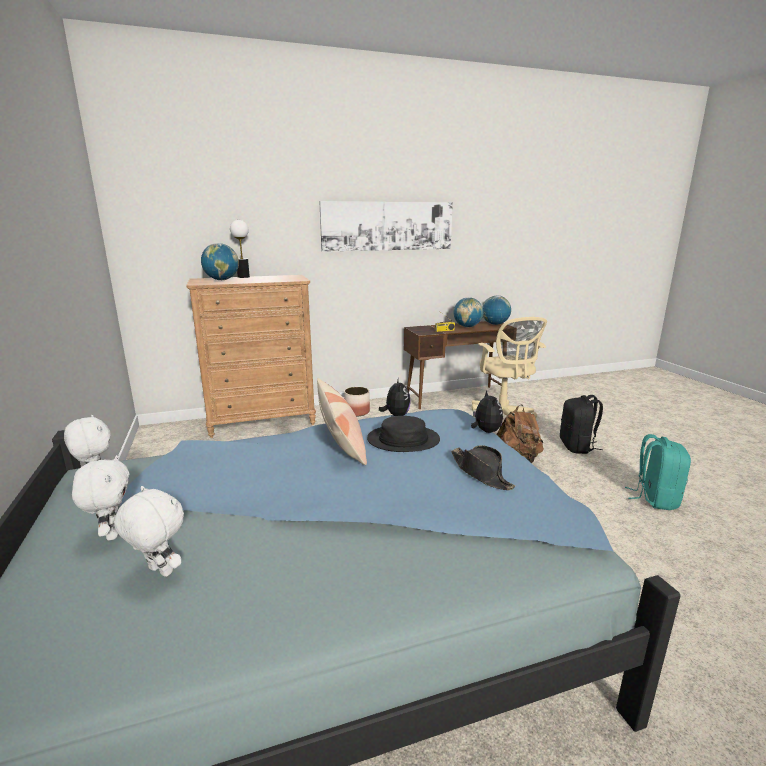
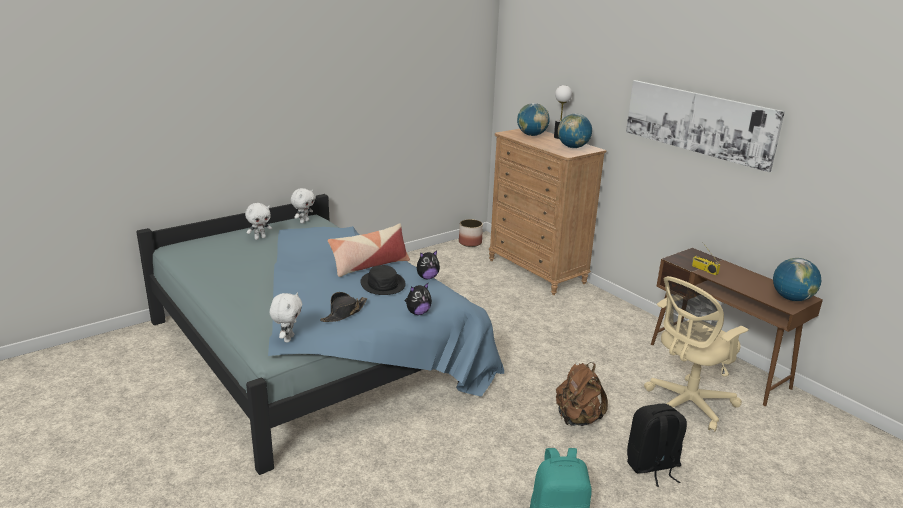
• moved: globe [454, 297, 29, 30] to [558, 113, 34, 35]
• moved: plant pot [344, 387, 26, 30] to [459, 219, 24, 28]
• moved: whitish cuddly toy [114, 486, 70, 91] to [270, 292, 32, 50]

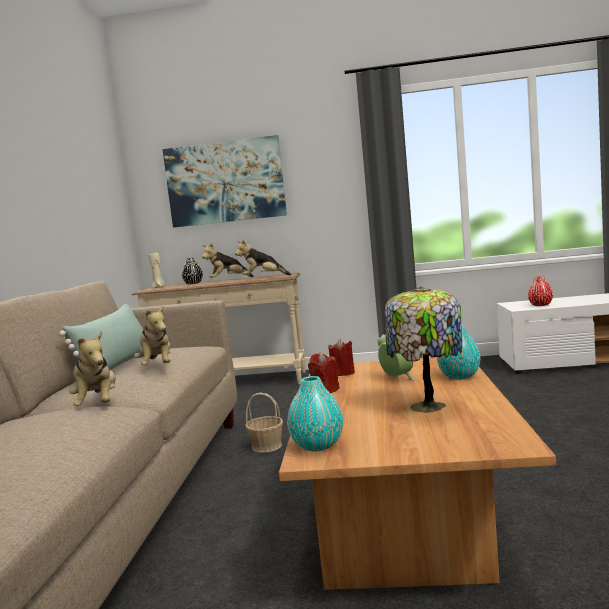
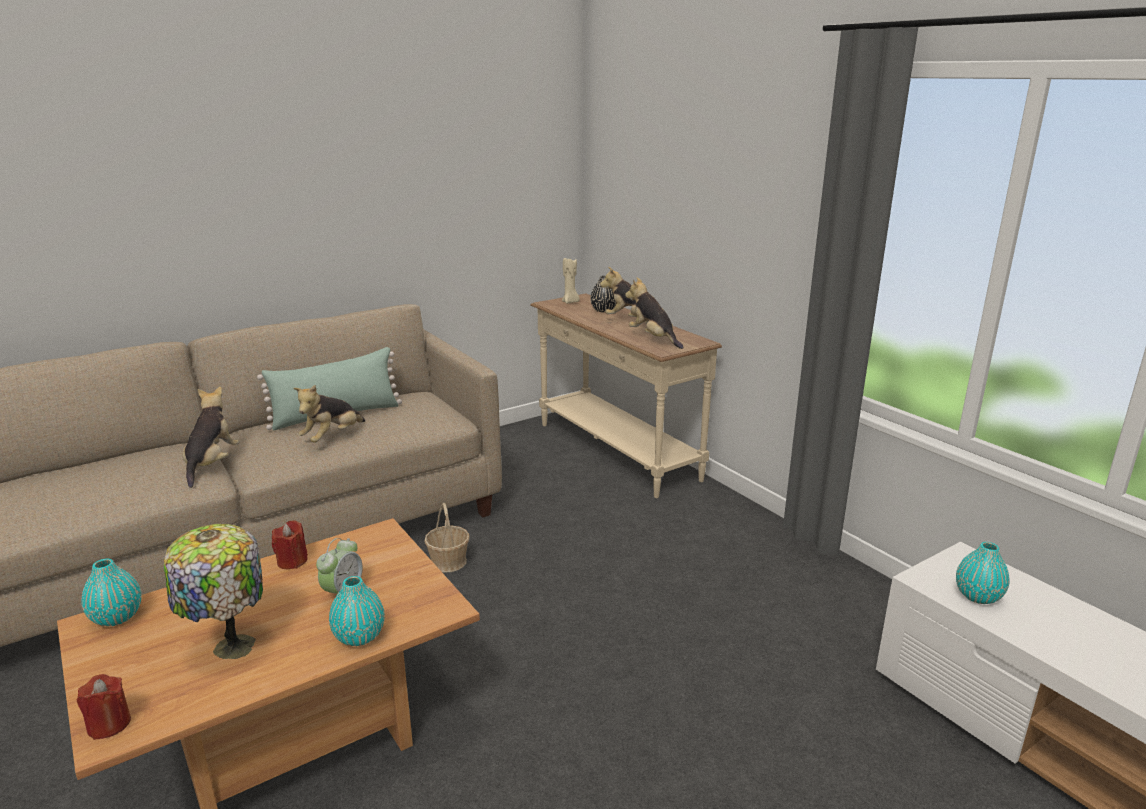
• removed: picture [162, 135, 125, 93]
• recoloured: red flower vase [528, 276, 25, 30] to turquoise flower vase [956, 542, 54, 62]
• turned: cuddly toy [69, 330, 47, 76] = [183, 387, 56, 101] 150 degrees clockwise
• moved: red candle [328, 339, 27, 37] to [77, 674, 54, 66]

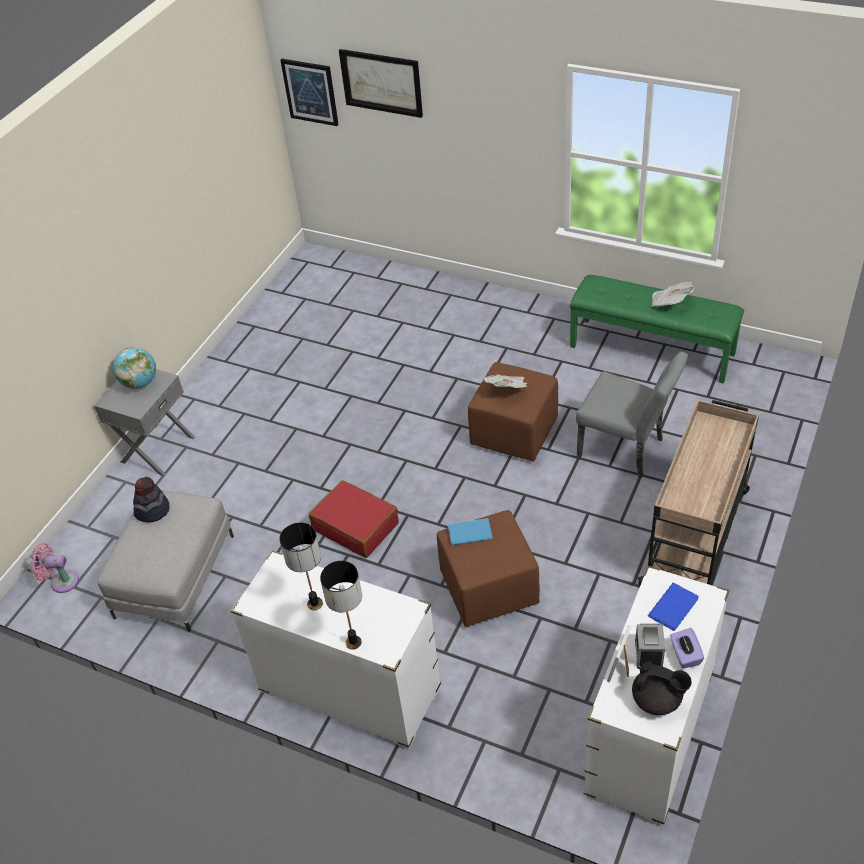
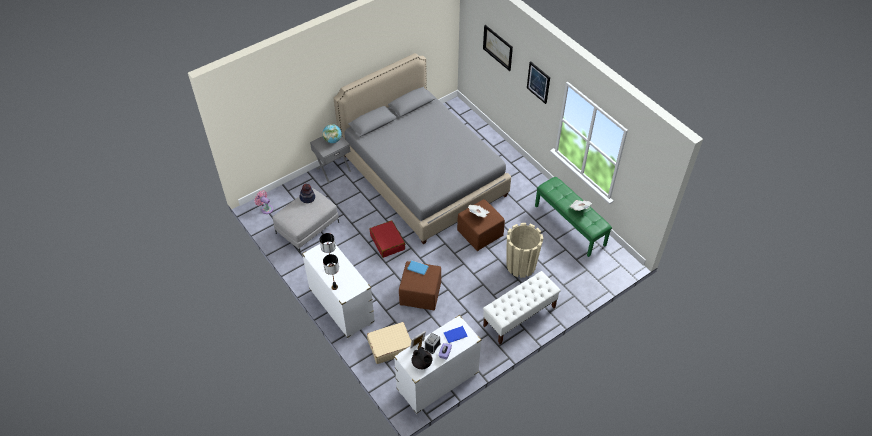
• moved: picture [280, 59, 59, 67] to [527, 62, 23, 42]
• replaced: greyish chair [576, 351, 112, 127] to beige plant pot [507, 223, 36, 55]
• replaced: beige trolley [637, 400, 122, 185] to whitish long seat [483, 271, 78, 73]
• added: greyish sleeping bed [333, 53, 178, 191]
• added: beige piece of luggage [367, 322, 44, 42]

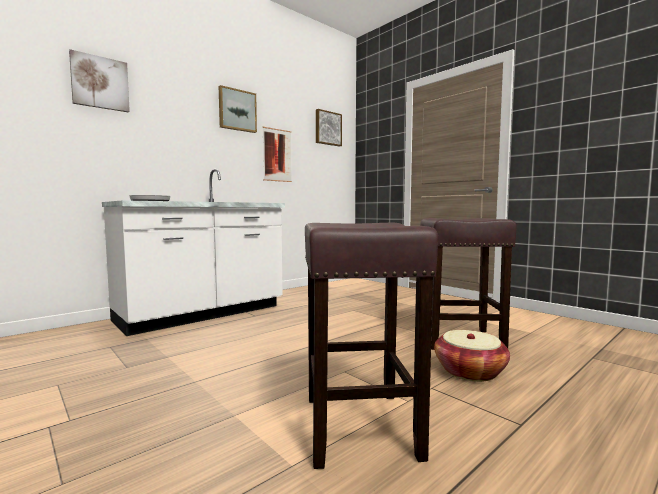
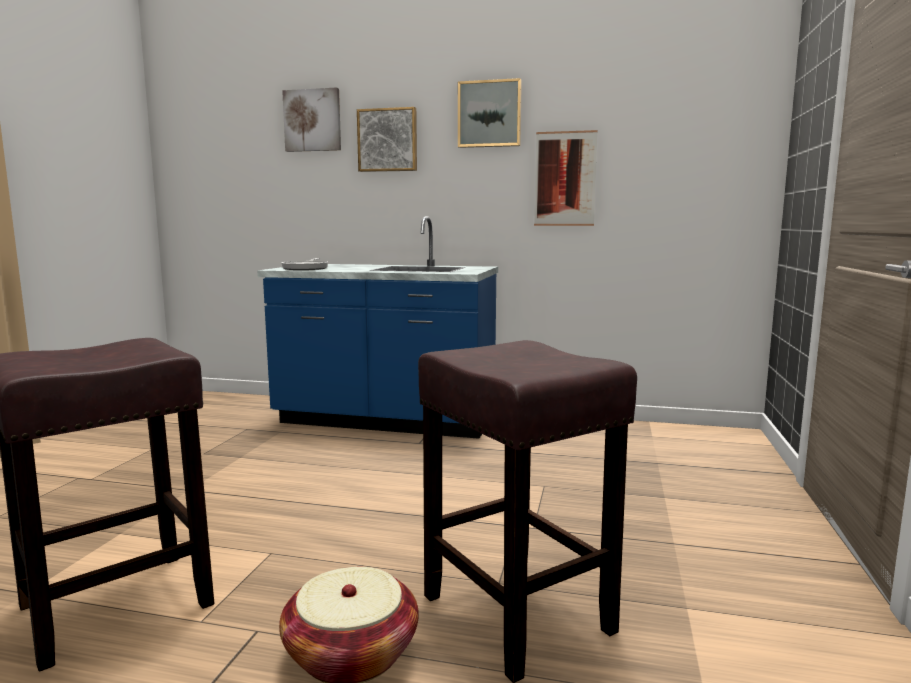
• moved: picture [316, 109, 26, 38] to [357, 107, 60, 65]
• recoloured: whitish counter [102, 169, 183, 167] to bluish counter [257, 216, 241, 223]

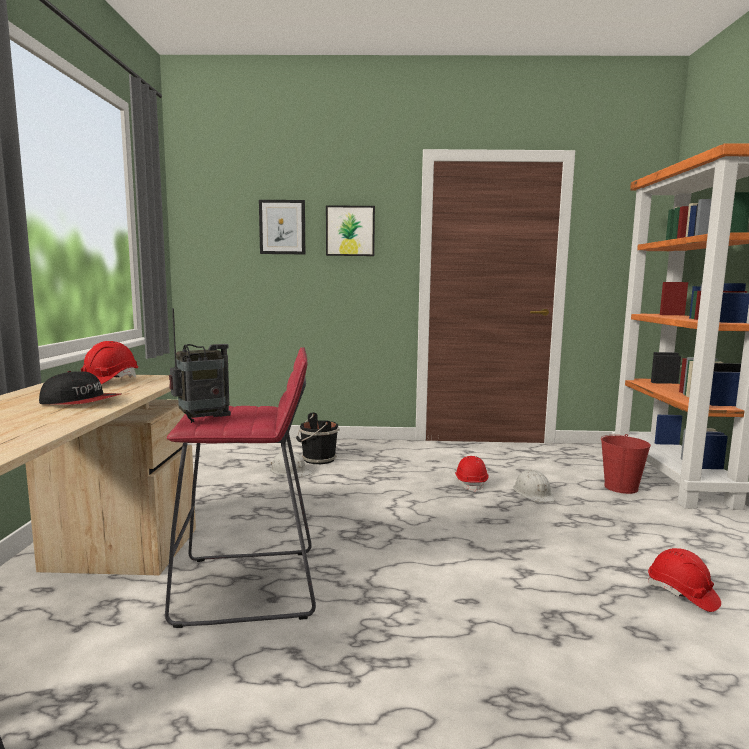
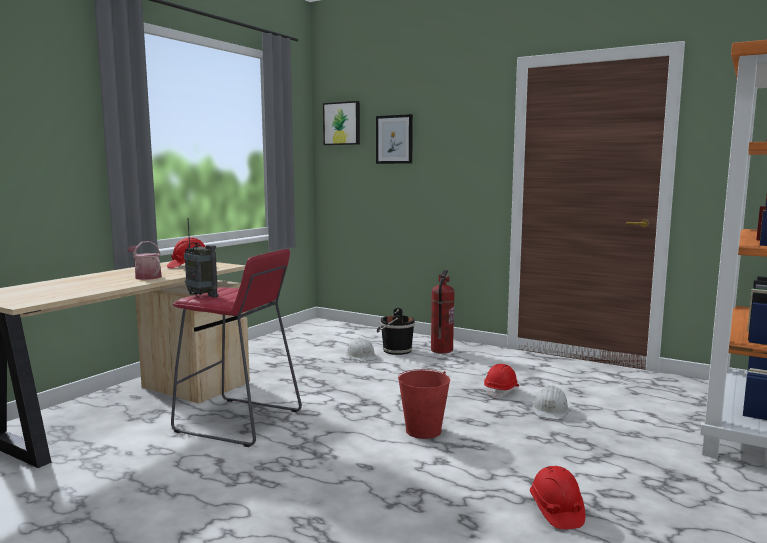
• moved: picture [326, 205, 49, 51] to [323, 101, 37, 44]
• turned: radio [169, 308, 62, 115] = [184, 218, 35, 79] 45 degrees clockwise
• replaced: cap [39, 371, 82, 34] to watering can [127, 241, 35, 39]
• moved: red pail [601, 434, 50, 60] to [398, 369, 52, 70]
• added: fire-fighting cylinder [431, 270, 23, 84]

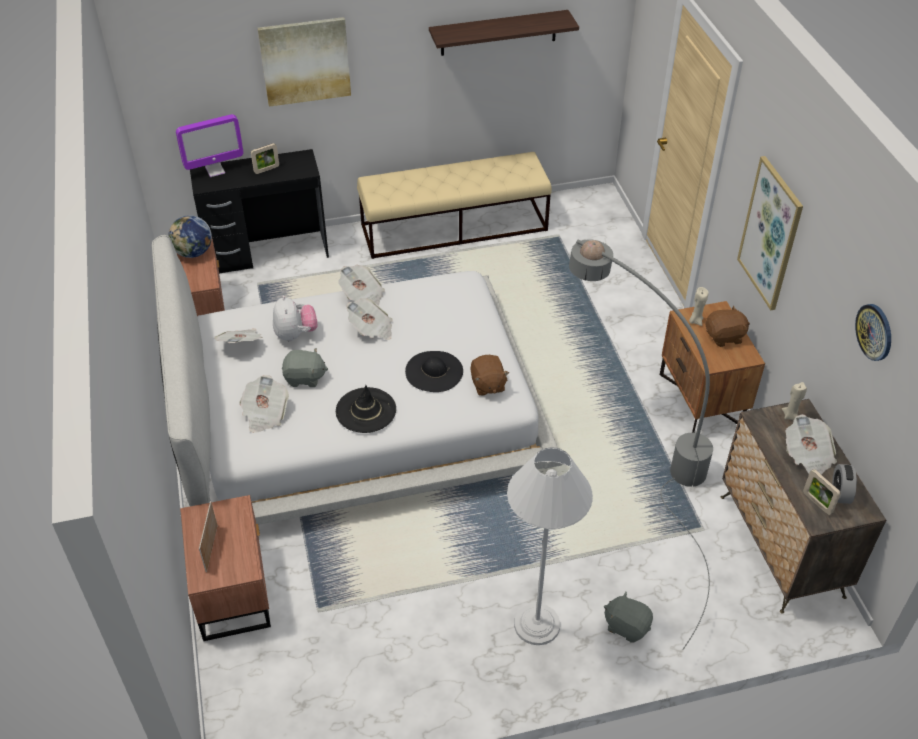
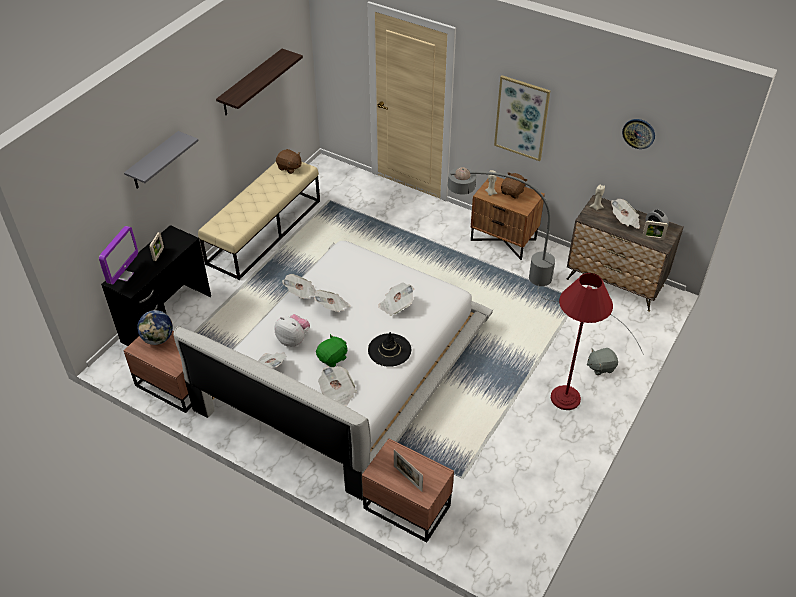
• replaced: picture [258, 17, 93, 90] to greyish bracket shelf [124, 131, 75, 58]
• recoloured: greyish cuddly toy [282, 348, 46, 39] to green-coloured cuddly toy [316, 334, 31, 33]
• replaced: blackish clothing hat [405, 351, 58, 41] to newspaper [378, 282, 36, 34]
• moved: brownish cuddly toy [470, 355, 39, 41] to [276, 149, 25, 25]
• recoloured: whitish standing lamp [507, 447, 86, 198] to red standing lamp [551, 273, 62, 137]

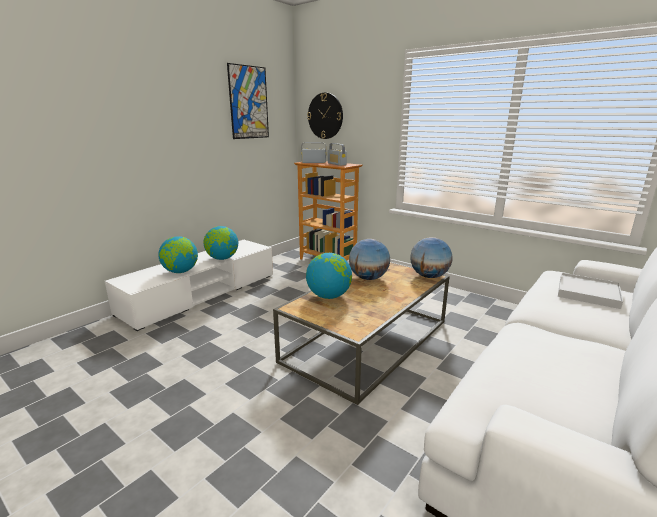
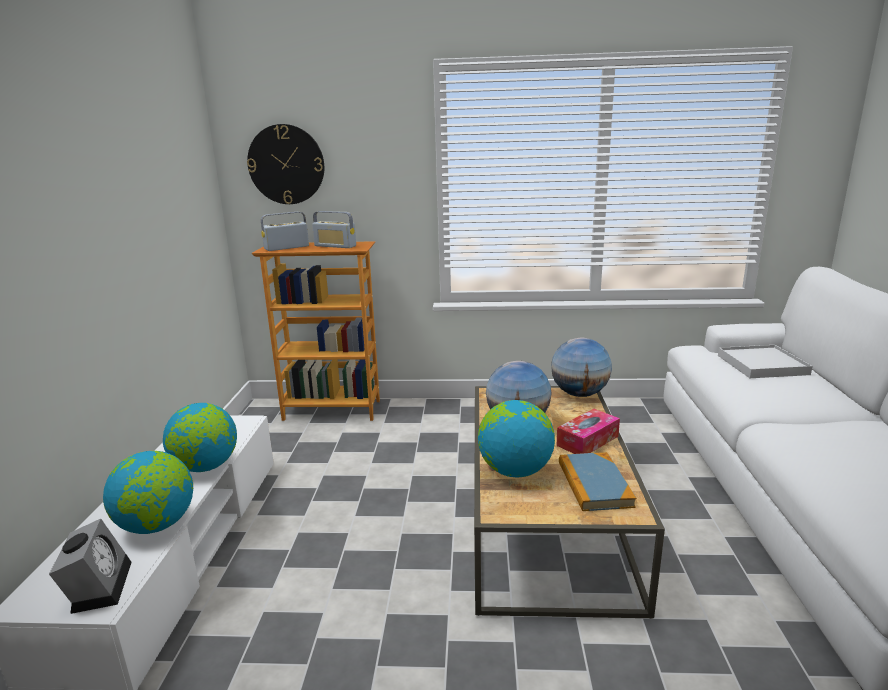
• removed: picture [227, 63, 42, 76]
• added: tissue holder [556, 409, 64, 45]
• added: bound book [559, 452, 77, 59]
• added: bedside clock [49, 519, 83, 95]

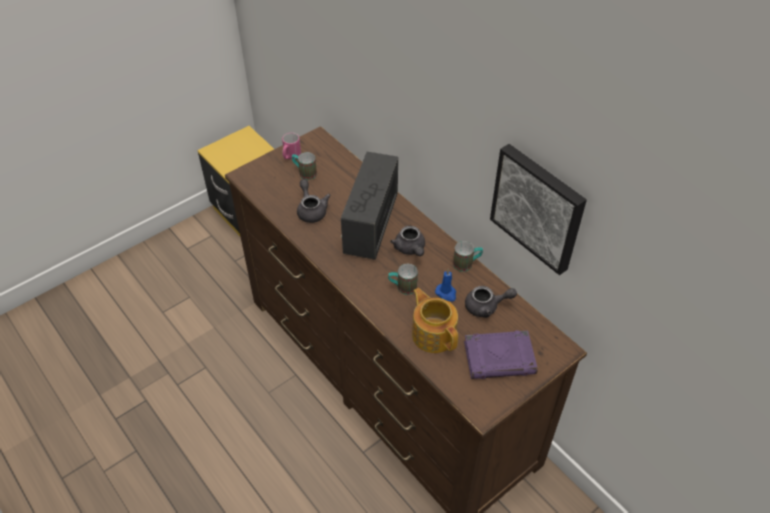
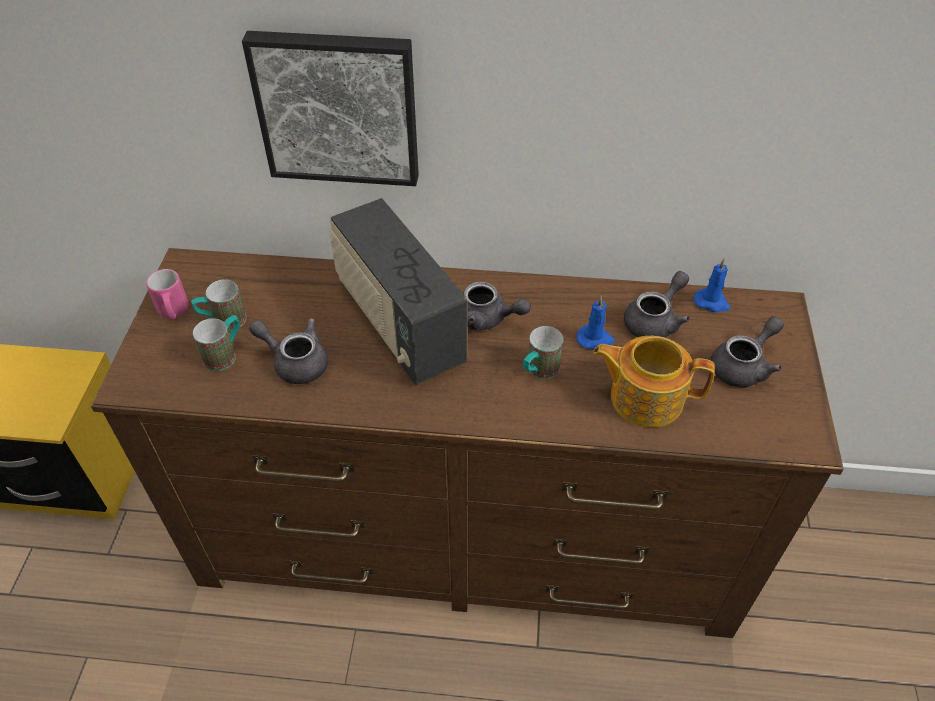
• moved: picture [490, 144, 97, 131] to [242, 31, 177, 155]
• moved: tea mug [453, 241, 30, 31] to [193, 315, 47, 56]
• replaced: purple-coloured bound book [464, 331, 74, 48] to greyish tea pot [711, 316, 73, 71]
• added: bluish candle [694, 258, 36, 54]

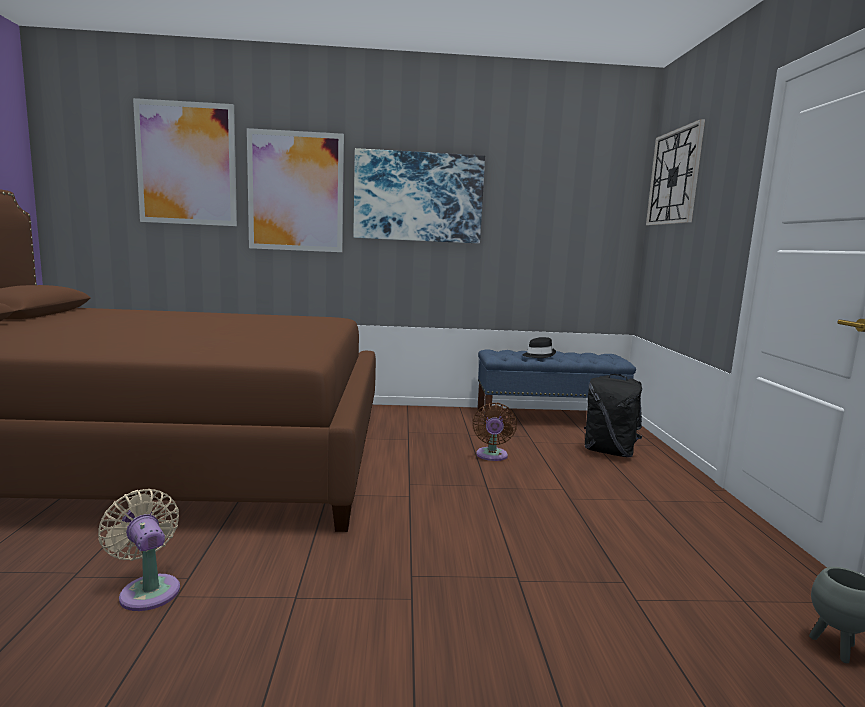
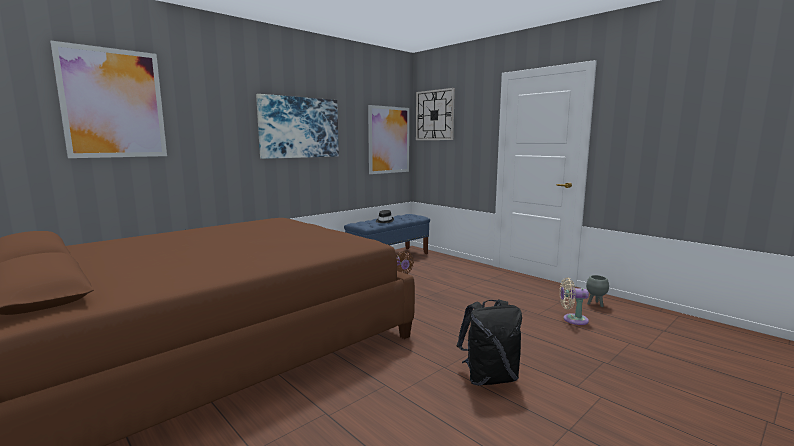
• moved: picture [247, 128, 97, 124] to [368, 105, 41, 69]
• moved: blackish rucksack [584, 374, 59, 83] to [457, 299, 65, 87]
• moved: beige cooling fan [98, 489, 82, 122] to [560, 277, 29, 48]

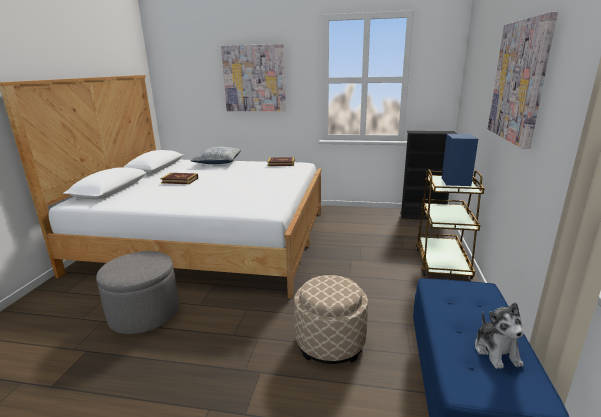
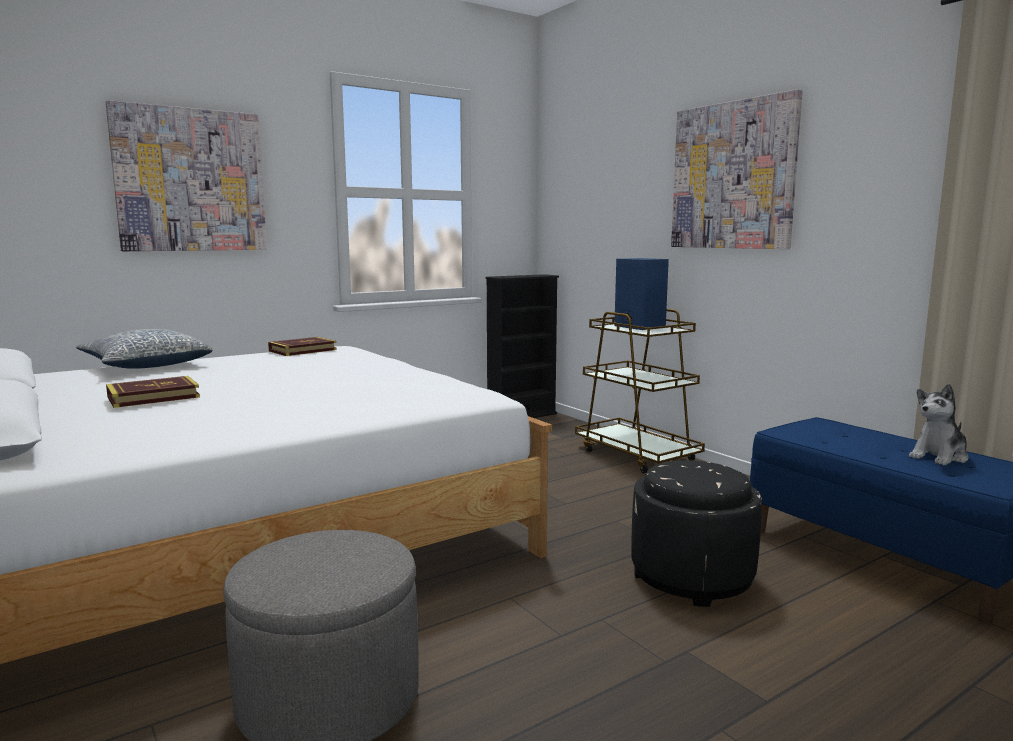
• recoloured: beige ottoman [294, 275, 74, 89] to blackish ottoman [631, 460, 131, 147]
• turned: cuddly toy [475, 302, 49, 67] = [909, 384, 59, 82] 105 degrees clockwise

